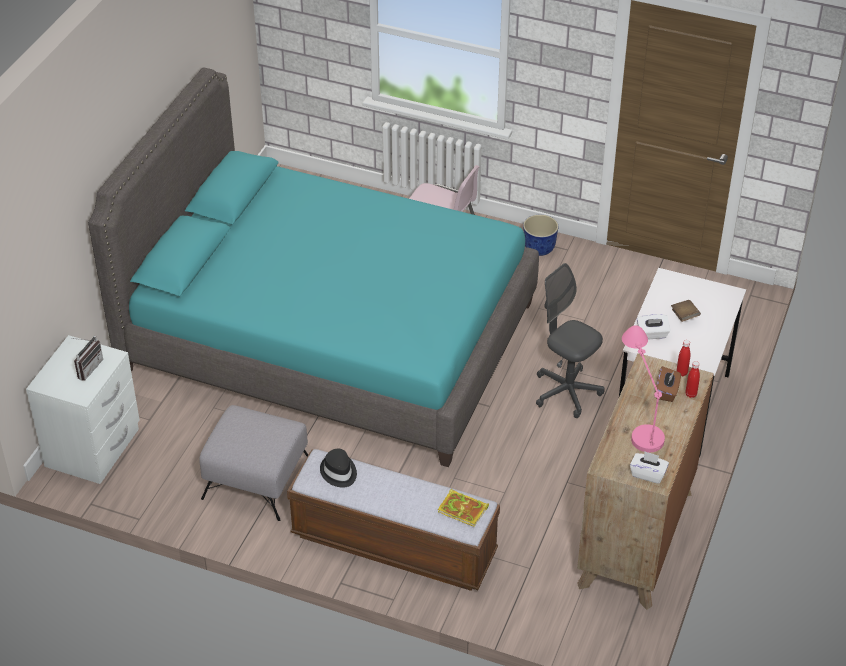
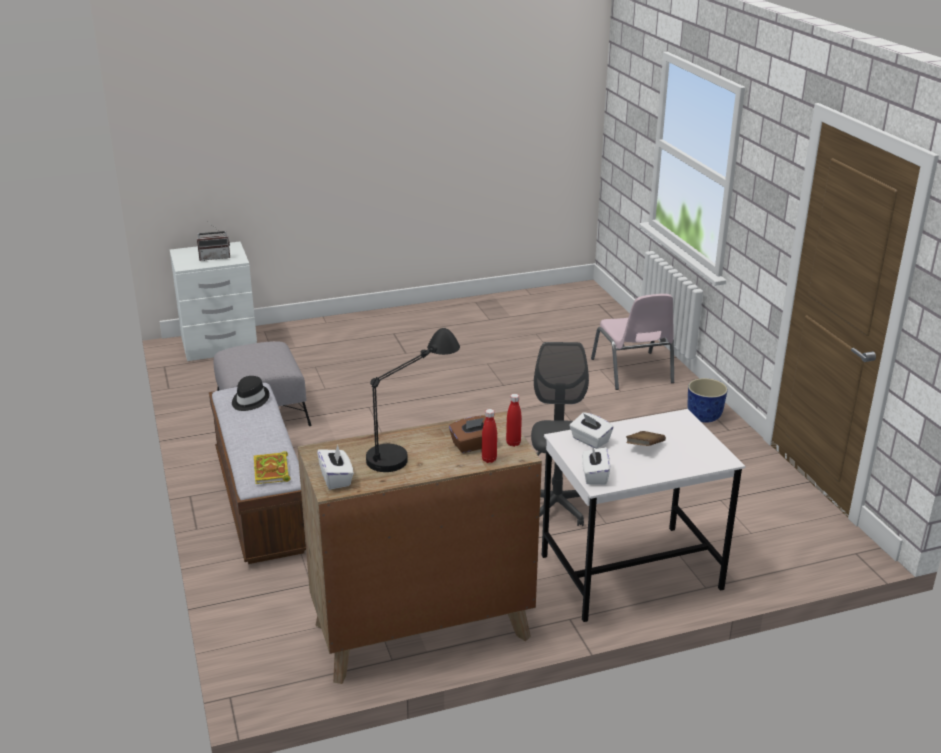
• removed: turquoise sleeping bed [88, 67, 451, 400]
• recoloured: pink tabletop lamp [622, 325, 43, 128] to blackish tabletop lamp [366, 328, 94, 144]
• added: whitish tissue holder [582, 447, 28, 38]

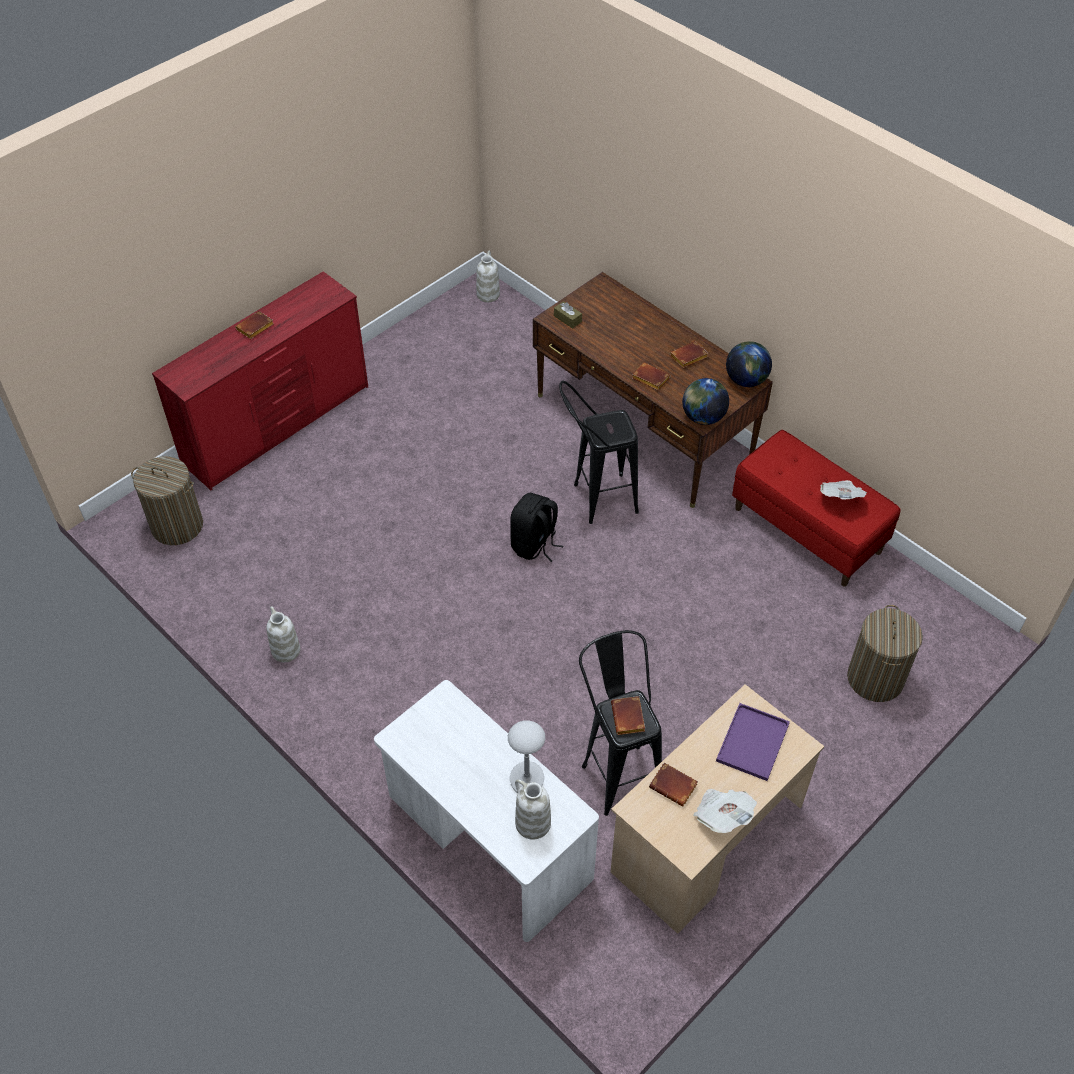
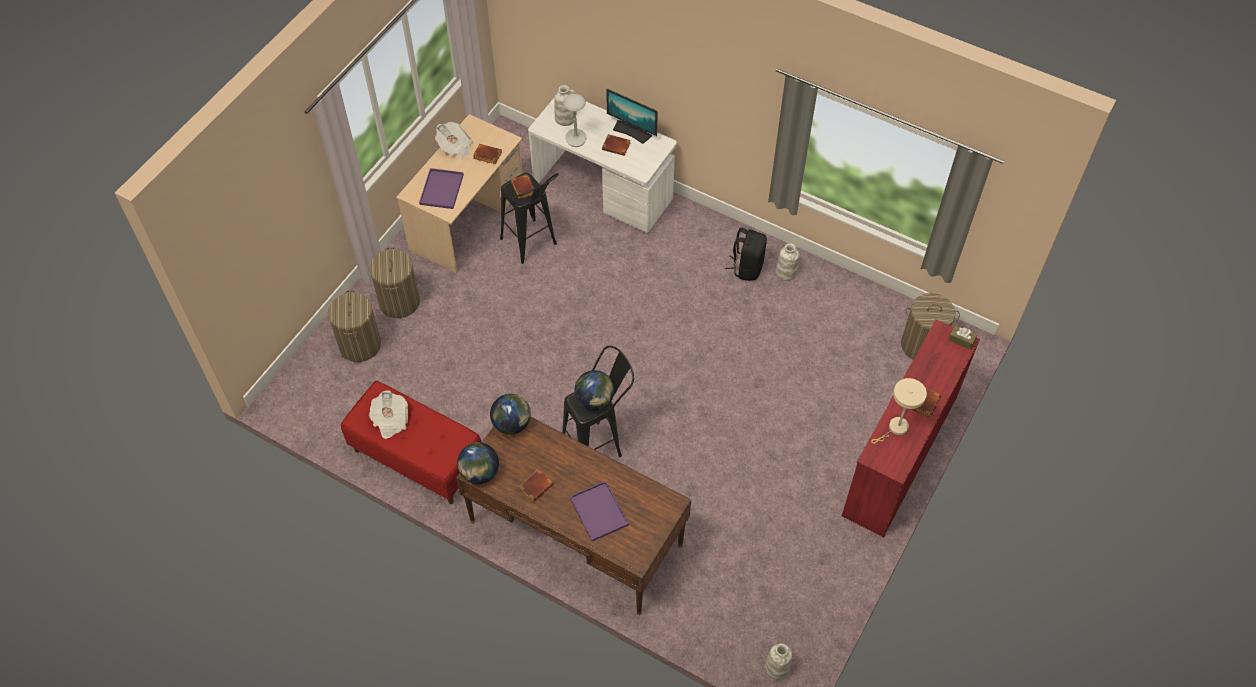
• moved: brownish tissue holder [554, 301, 28, 28] to [949, 326, 28, 24]
• moved: brownish bound book [632, 362, 39, 28] to [602, 134, 29, 22]
• moved: blackish rucksack [510, 493, 53, 69] to [725, 228, 42, 53]
• added: computer display [606, 89, 52, 55]
• added: washing basket [369, 247, 51, 71]
• added: globe [575, 370, 39, 40]
• added: beige tabletop lamp [871, 378, 56, 66]
• added: purple-coloured carrying tray [569, 481, 60, 60]

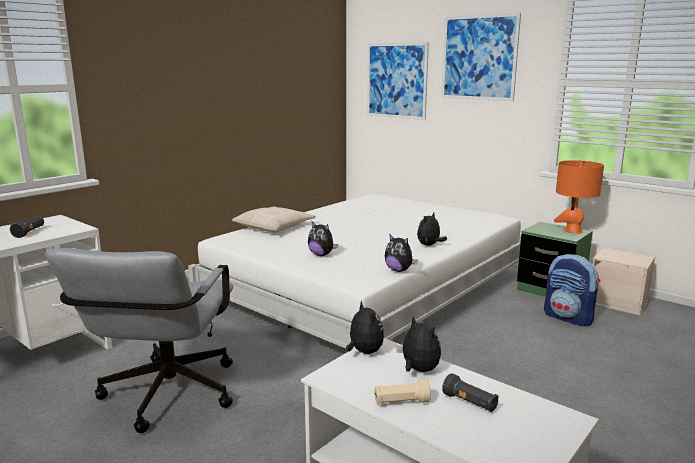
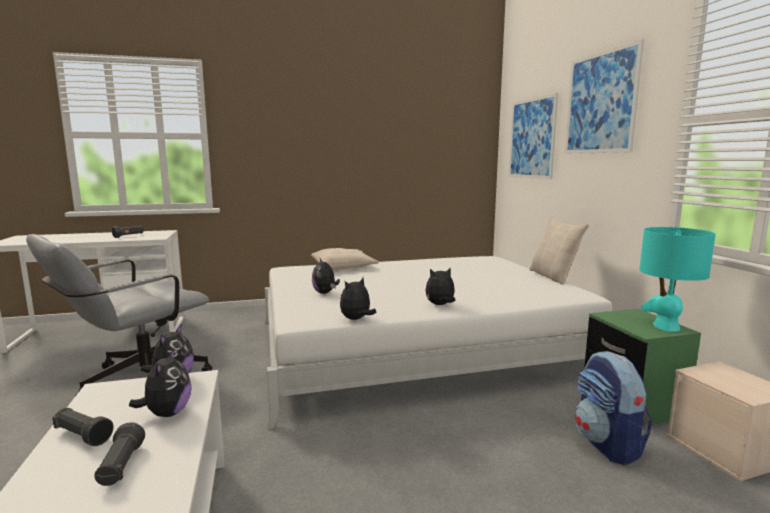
• recoloured: orangey tabletop lamp [554, 160, 50, 74] to turquoise tabletop lamp [639, 227, 77, 105]
• turned: cuddly toy [385, 234, 33, 38] = [340, 278, 36, 42] 60 degrees clockwise
• recoloured: beige hand torch [374, 379, 57, 25] to blackish hand torch [52, 408, 62, 38]
• added: beige cushion [529, 216, 60, 69]

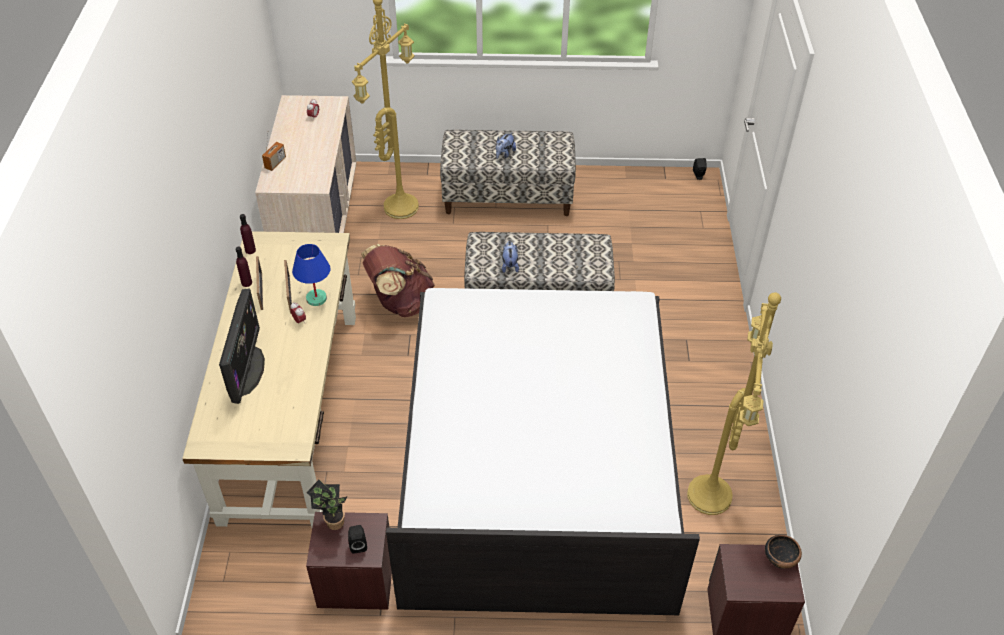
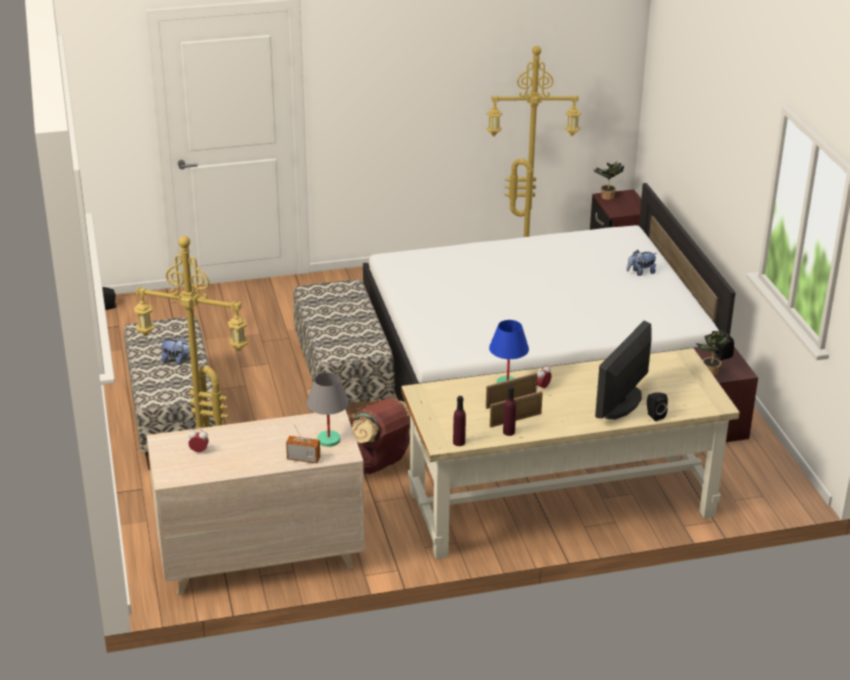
• moved: cuddly toy [502, 241, 17, 32] to [627, 250, 30, 26]
• turned: computer display [219, 289, 46, 115] = [595, 321, 57, 98] 45 degrees counterclockwise
• replaced: serving bowl [765, 535, 37, 34] to houseplant [594, 163, 30, 37]
• added: greyish tabletop lamp [307, 372, 42, 75]
• added: blackish loudspeaker [647, 392, 21, 29]

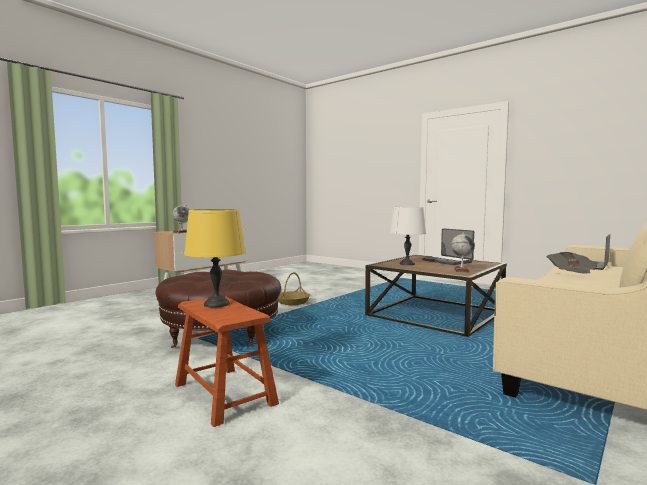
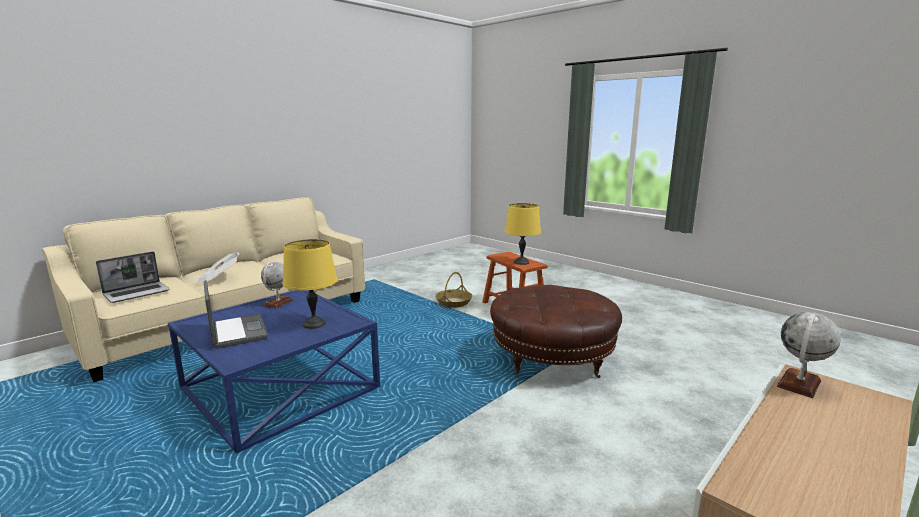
• recoloured: whitish tabletop lamp [390, 207, 36, 58] to yellow tabletop lamp [283, 239, 54, 90]
• recoloured: brownish lounge table [365, 255, 142, 82] to bluish lounge table [168, 290, 212, 164]
• moved: basket [278, 272, 32, 33] to [435, 272, 37, 36]

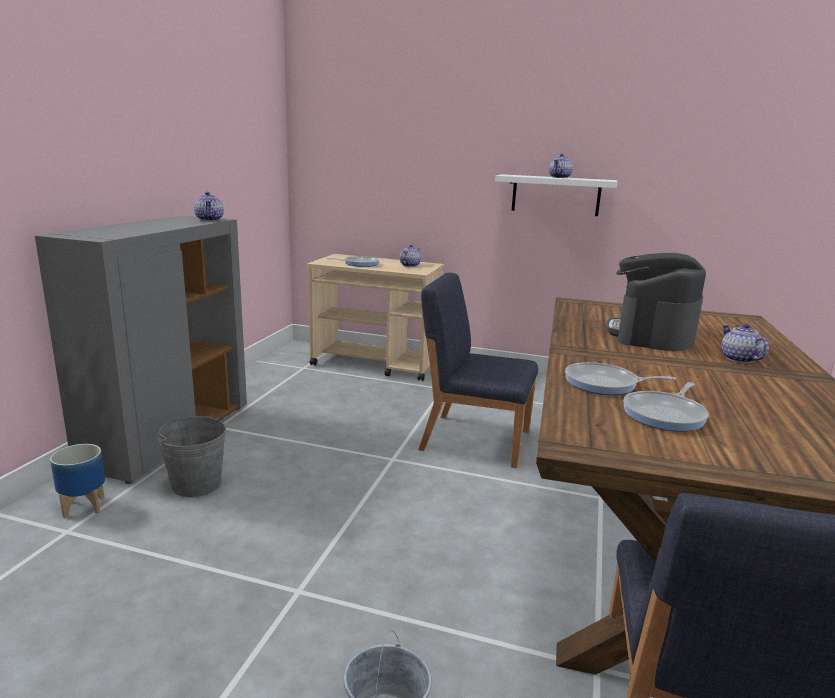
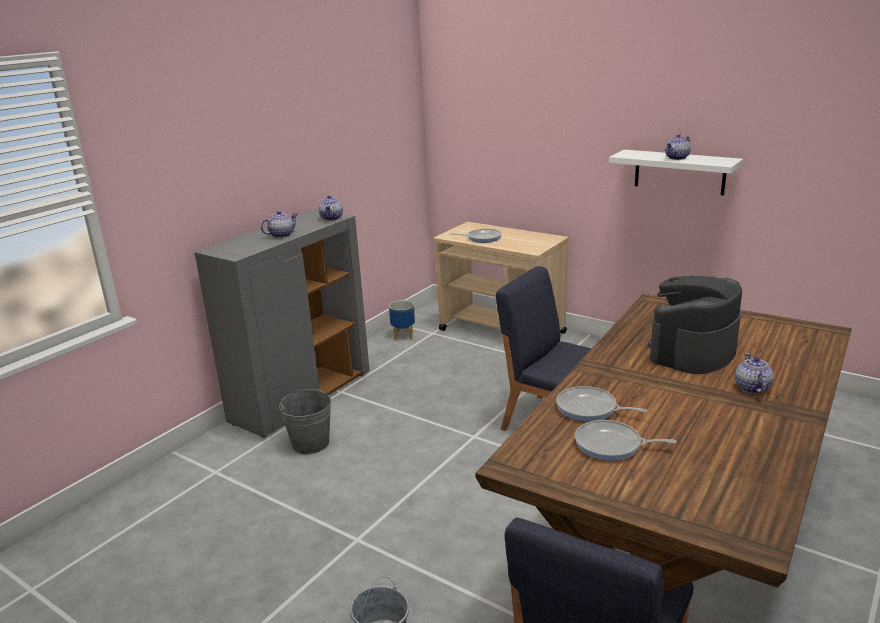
• moved: tea pot [400, 245, 21, 22] to [261, 211, 37, 27]
• turned: frying pan [623, 382, 86, 50] = [575, 420, 102, 41] 45 degrees clockwise
• moved: plant pot [50, 444, 55, 74] to [389, 300, 26, 40]

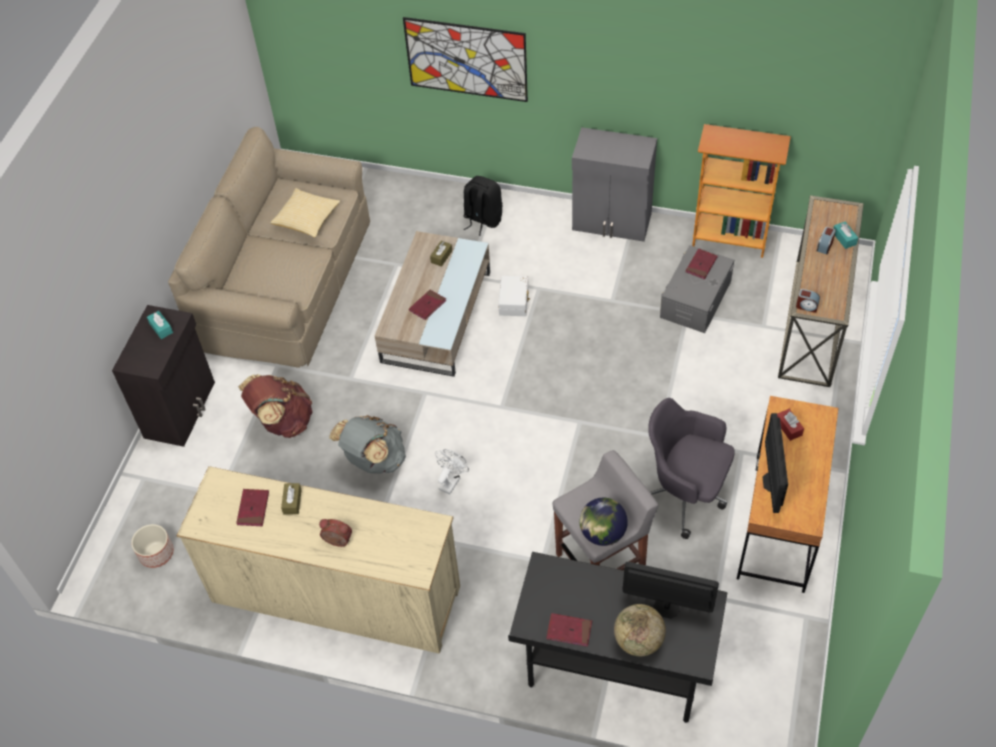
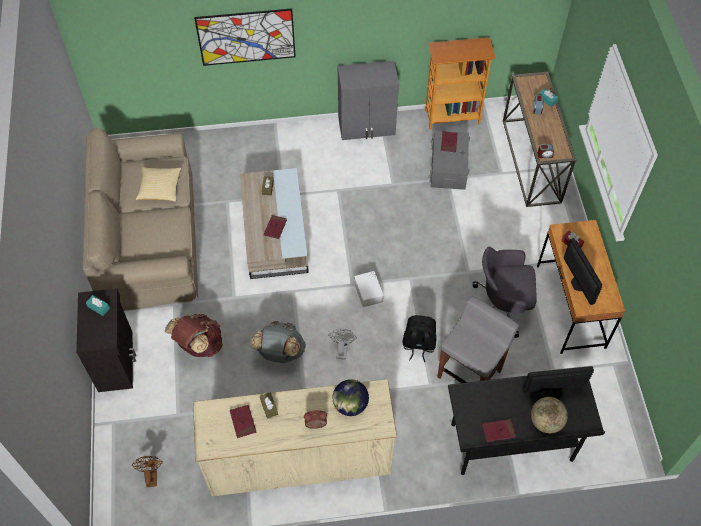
• moved: blackish rucksack [464, 176, 39, 60] to [403, 315, 33, 47]
• moved: whitish storage box [498, 276, 32, 40] to [354, 271, 30, 36]
• moved: globe [580, 498, 48, 48] to [333, 379, 36, 37]
• replaced: plant pot [131, 524, 42, 44] to brownish cooling fan [132, 456, 31, 31]

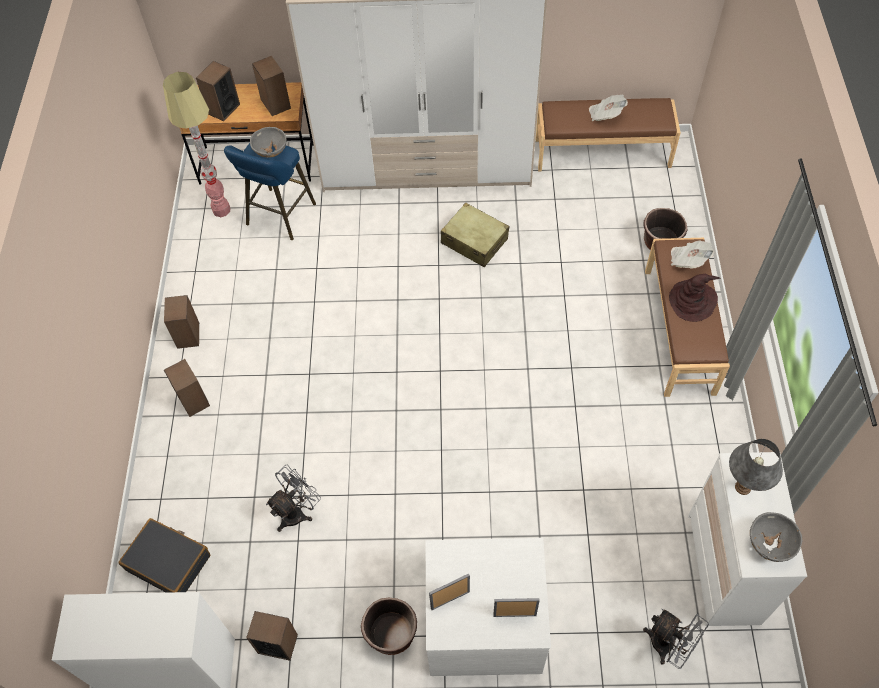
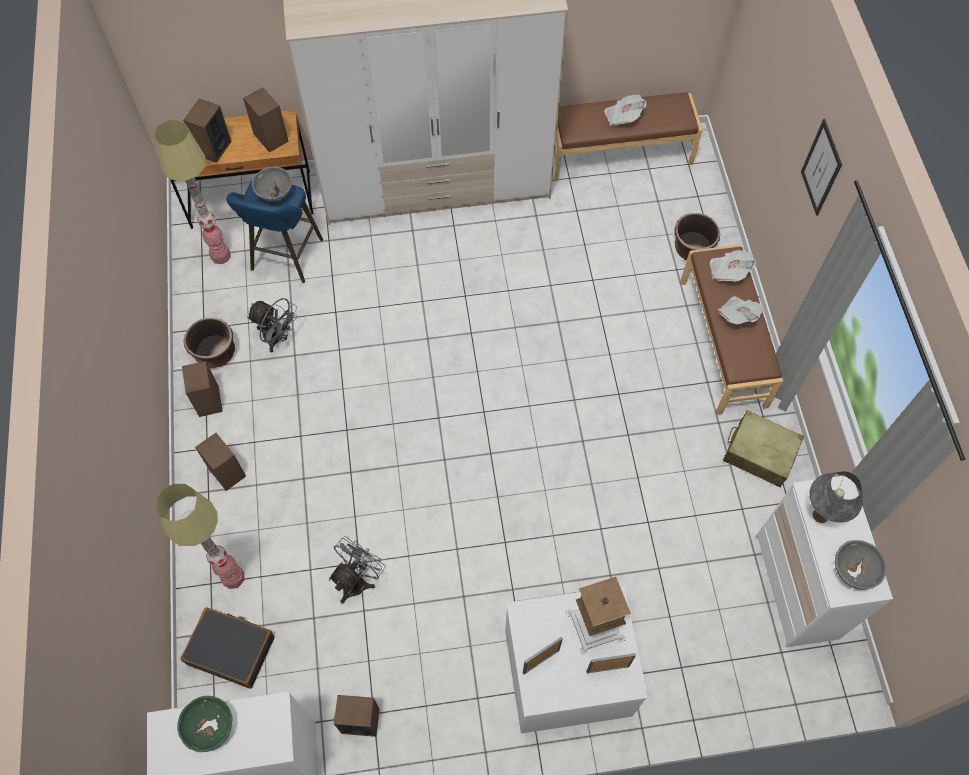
• moved: beige piece of luggage [441, 203, 68, 64] to [723, 410, 81, 77]
• replaced: brownish clothing hat [669, 274, 51, 48] to newspaper [718, 296, 47, 28]
• moved: brownish plant pot [361, 598, 56, 57] to [183, 318, 52, 50]
• moved: greyish cooling fan [643, 609, 66, 60] to [247, 298, 50, 55]
• added: picture [801, 119, 41, 97]
• added: standing lamp [156, 484, 89, 105]
• added: tabletop lamp [566, 577, 65, 78]
• added: green-coloured serving bowl [177, 696, 55, 56]

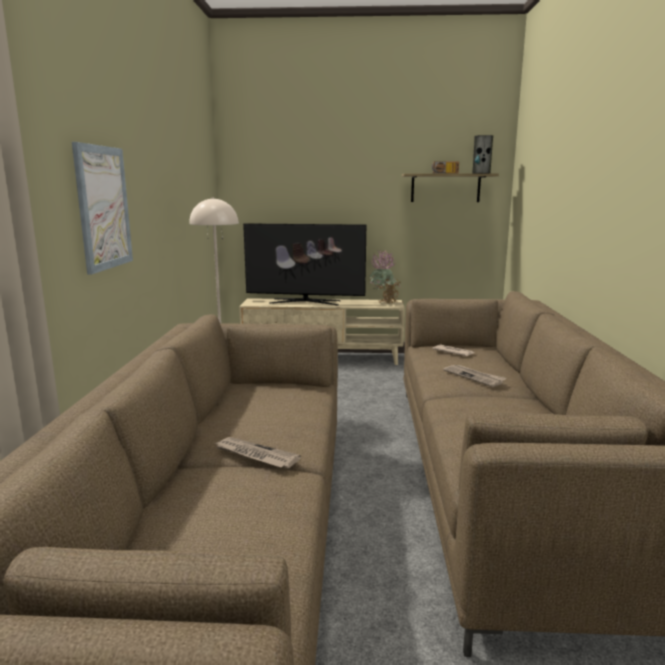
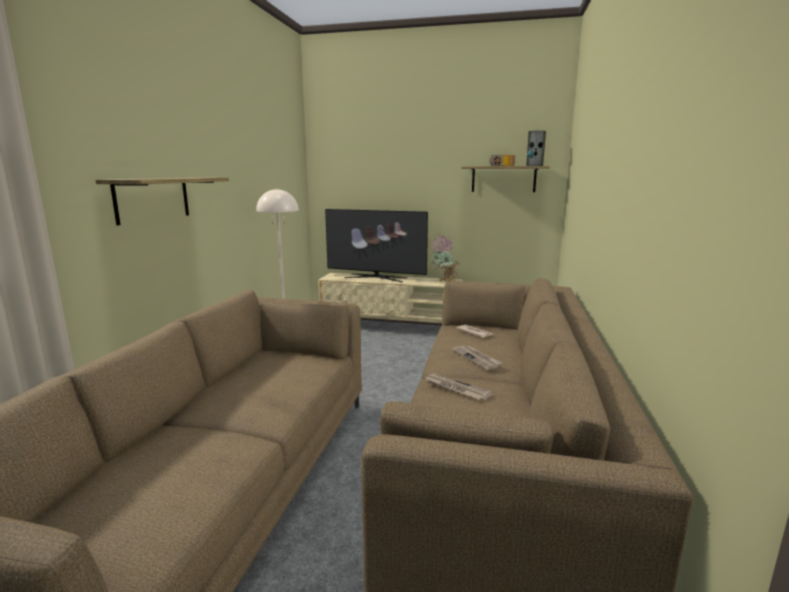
• replaced: picture [72, 142, 61, 133] to bracket shelf [96, 177, 133, 48]
• moved: newspaper [215, 437, 86, 31] to [424, 374, 69, 26]

